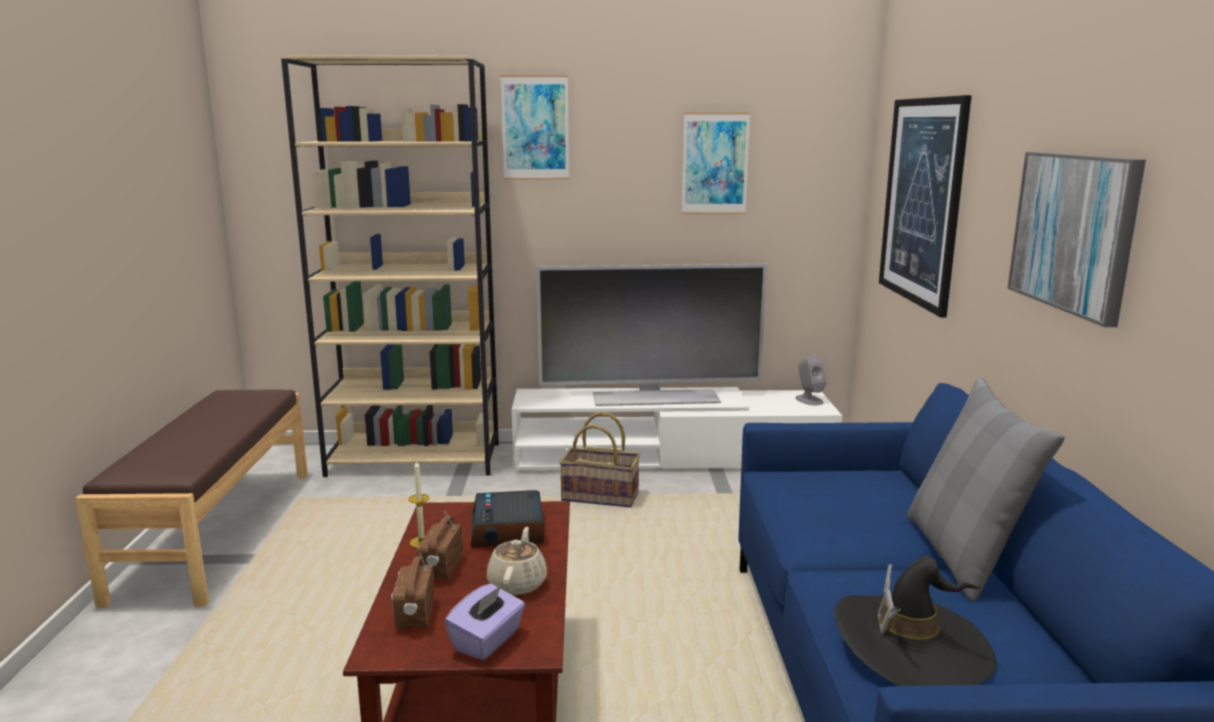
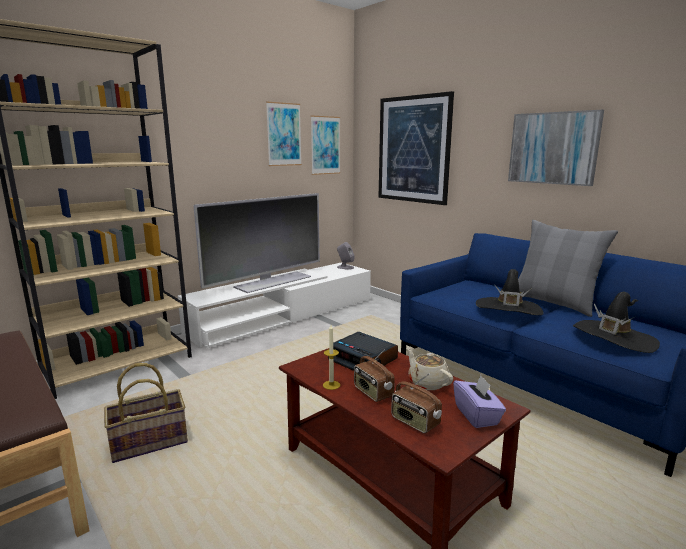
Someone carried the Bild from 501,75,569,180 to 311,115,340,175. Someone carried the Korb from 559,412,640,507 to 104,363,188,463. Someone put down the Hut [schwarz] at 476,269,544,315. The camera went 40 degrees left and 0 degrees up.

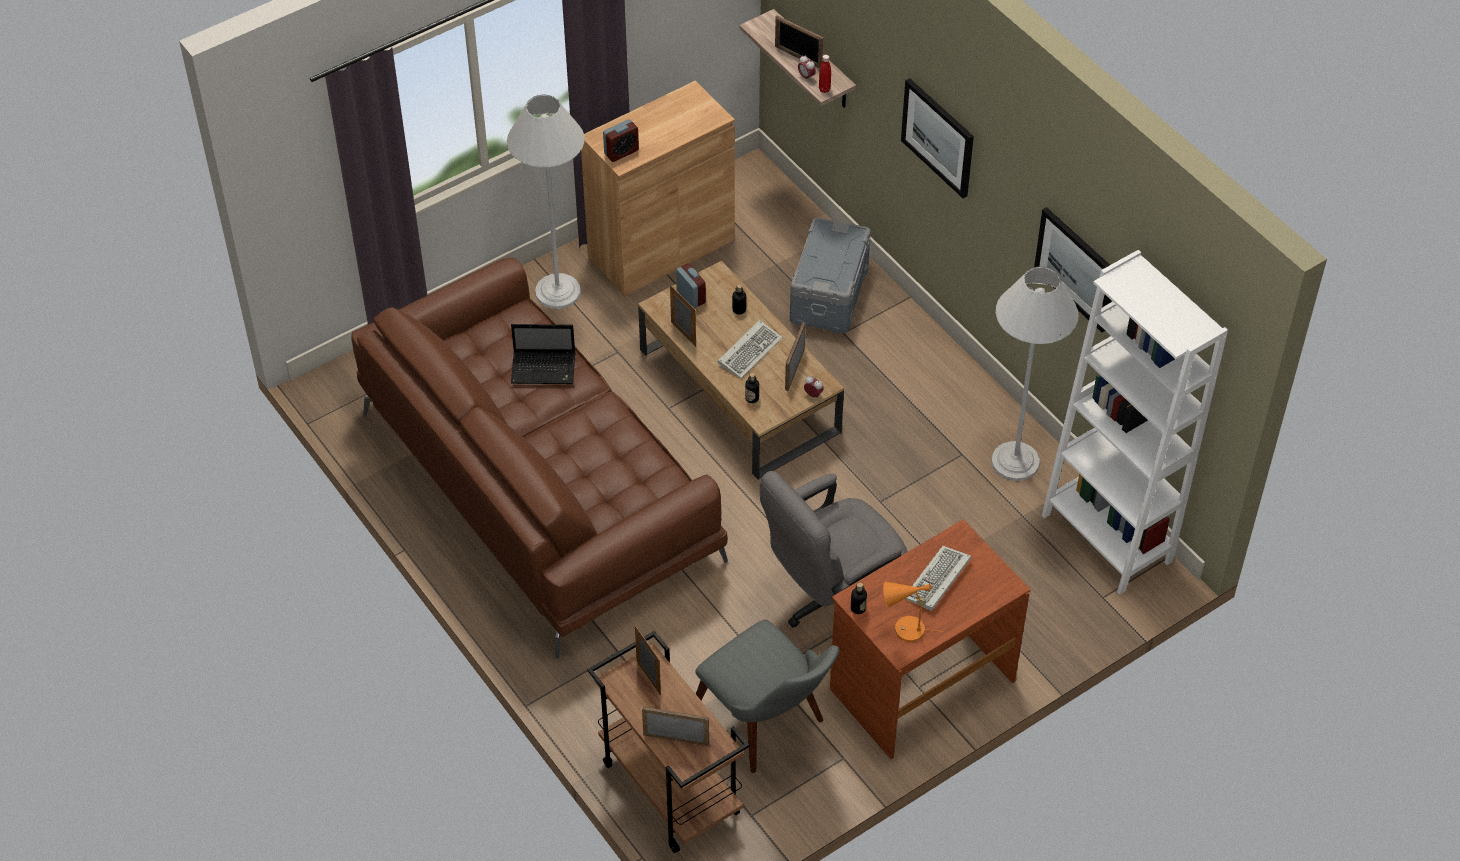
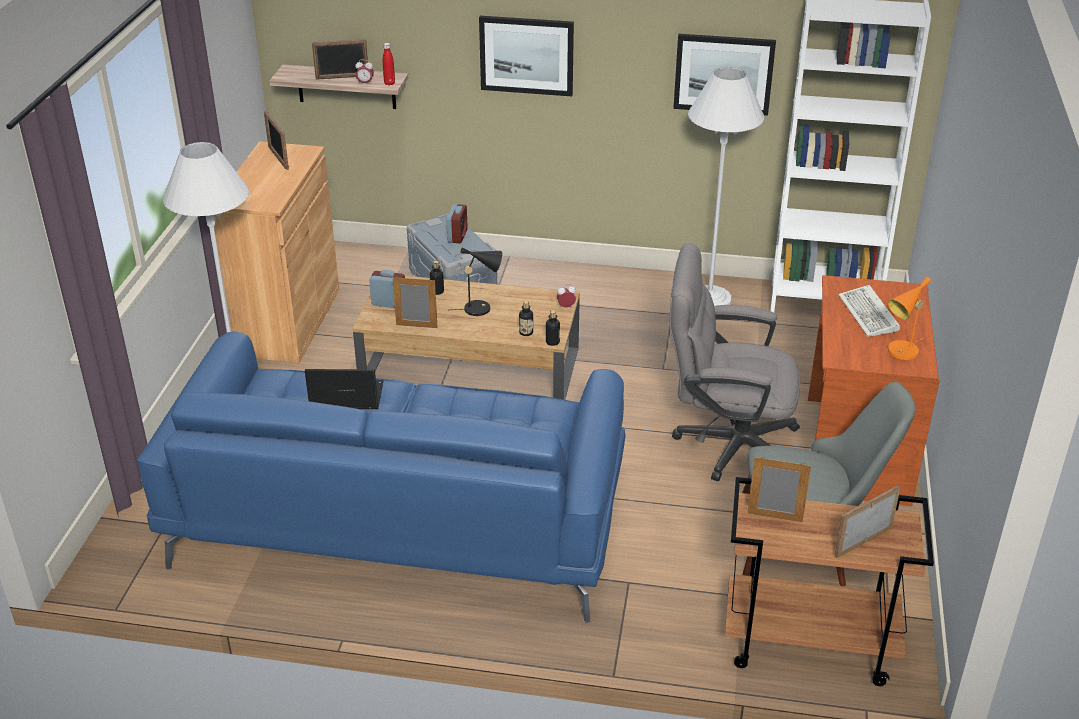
Someone repainted the Sofa [braun] at 351,258,728,659, which became the Sofa [blau] at 137,332,625,623. Someone rotated the Laptop at 511,324,575,384 by 135 degrees counterclockwise. Someone carried the Wecker from 603,119,639,162 to 446,204,468,244. Someone swapped the Tastatur at 718,320,783,379 for the Tischlampe [schwarz] at 452,247,502,316. Someone rotated the Bürostuhl [grau] at 760,471,908,628 by 90 degrees clockwise. Someone carried the Bilderrahmen from 785,322,806,391 to 264,111,289,170. Someone carried the Flasche from 851,582,867,614 to 546,310,560,346. The camera went 45 degrees left and 15 degrees down.

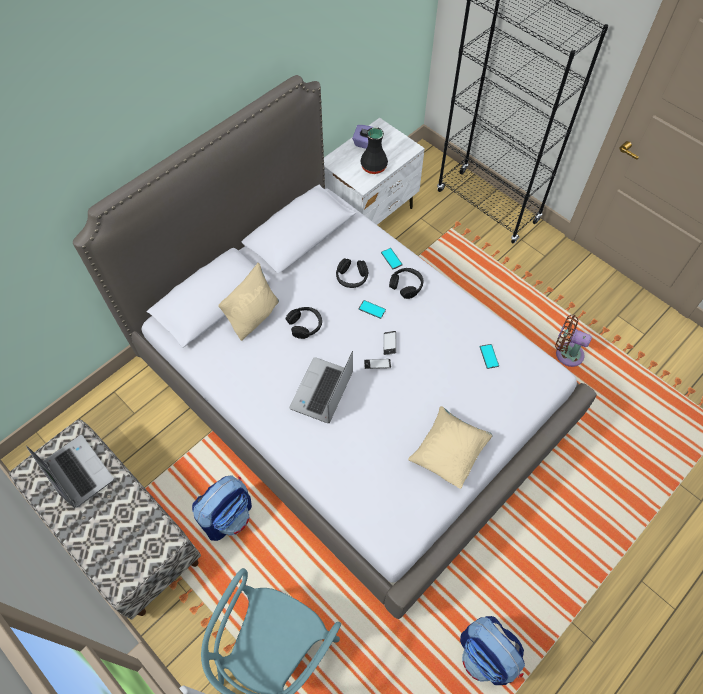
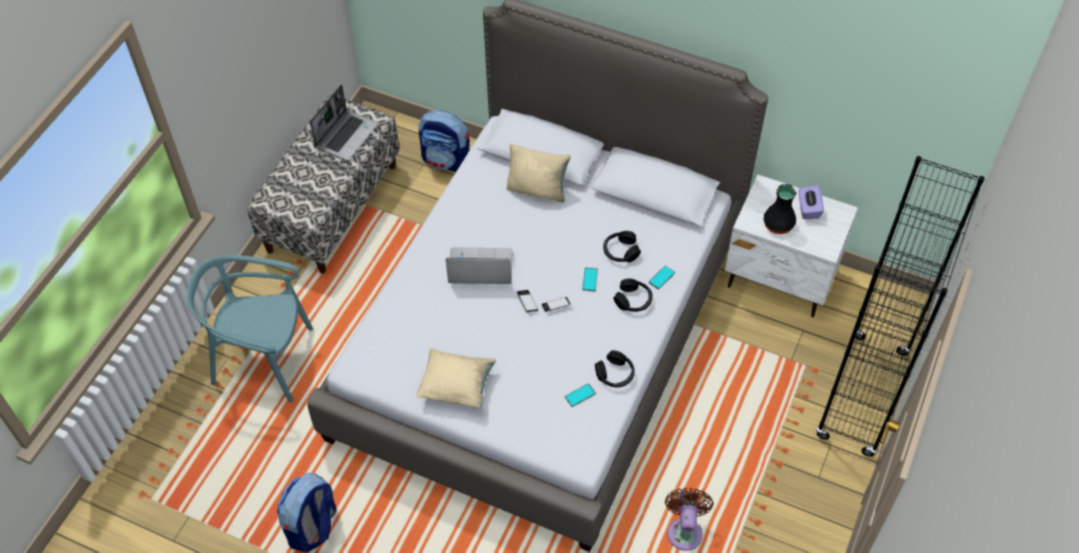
Someone carried the Rucksack from 192,475,252,541 to 419,110,470,172. Someone carried the Kopfhörer [schwarz] from 286,307,322,339 to 595,350,635,387. The camera went 70 degrees right and 5 degrees down.

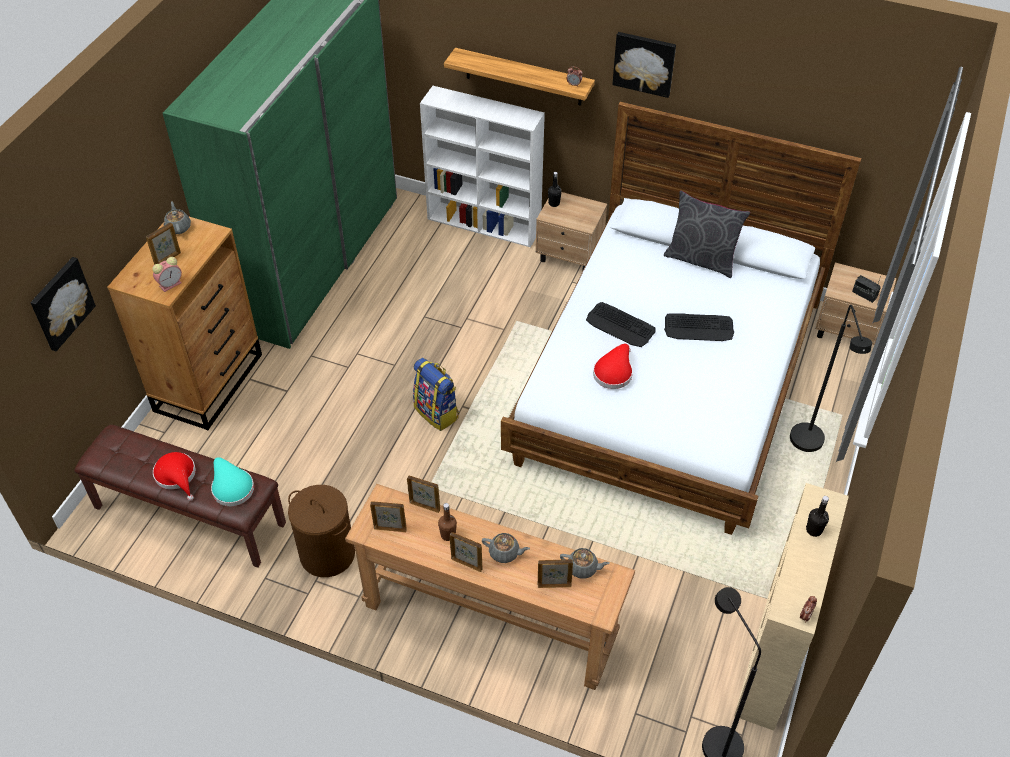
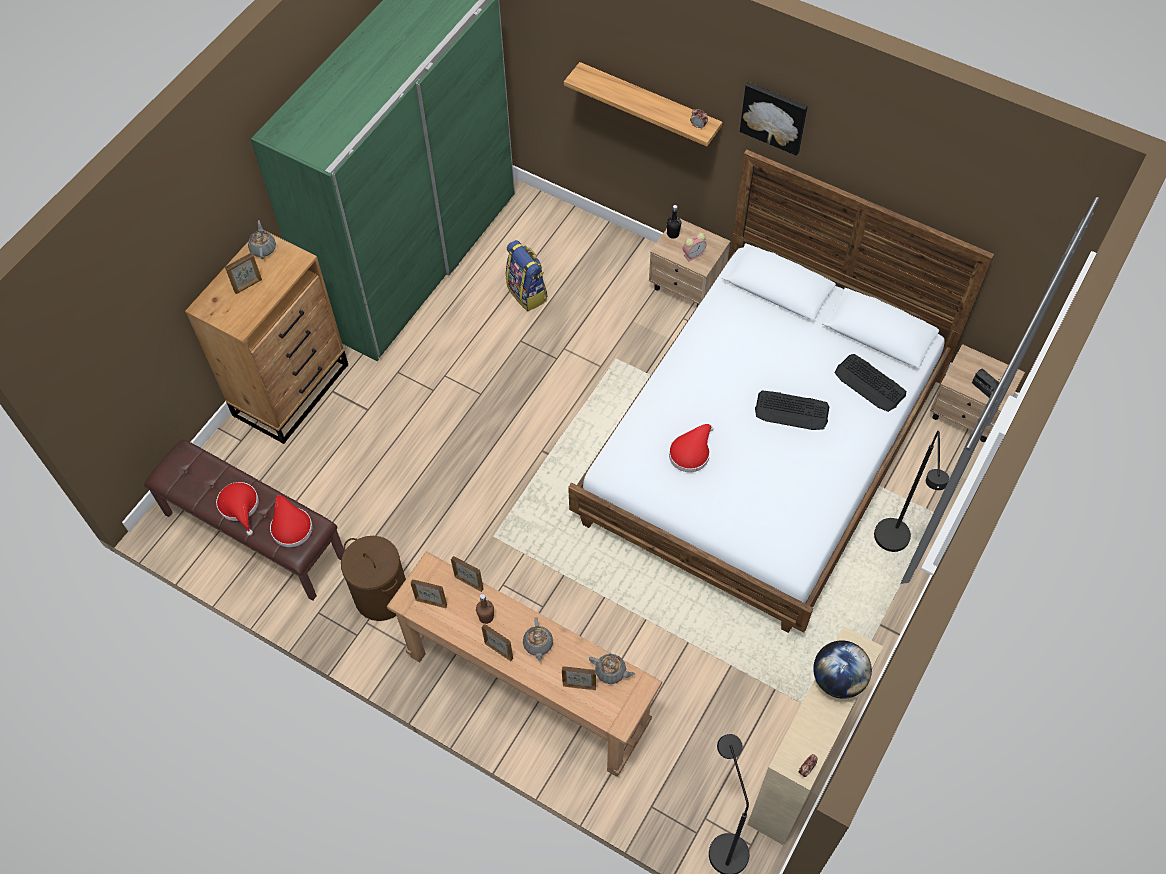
Someone took away the Bild at 30,257,96,351. Someone carried the Wecker from 153,257,182,292 to 683,232,707,261. Someone repainted the Hut [türkis] at 211,457,254,506, which became the Hut [rot] at 270,495,313,547. Someone carried the Rucksack from 413,358,459,431 to 506,240,547,311. Someone took away the Bücherregal [weiß] at 420,86,545,247. Someone rotated the Teekanne [grau] at 482,533,530,563 by 60 degrees clockwise. Someone carried the Tastatur from 586,302,656,347 to 835,354,906,412. Someone took away the Kissen [grau] at 664,190,750,278. Someone swapped the Flasche [schwarz] at 806,496,829,537 for the Globus at 813,640,872,699. The camera went 10 degrees right and 10 degrees up.

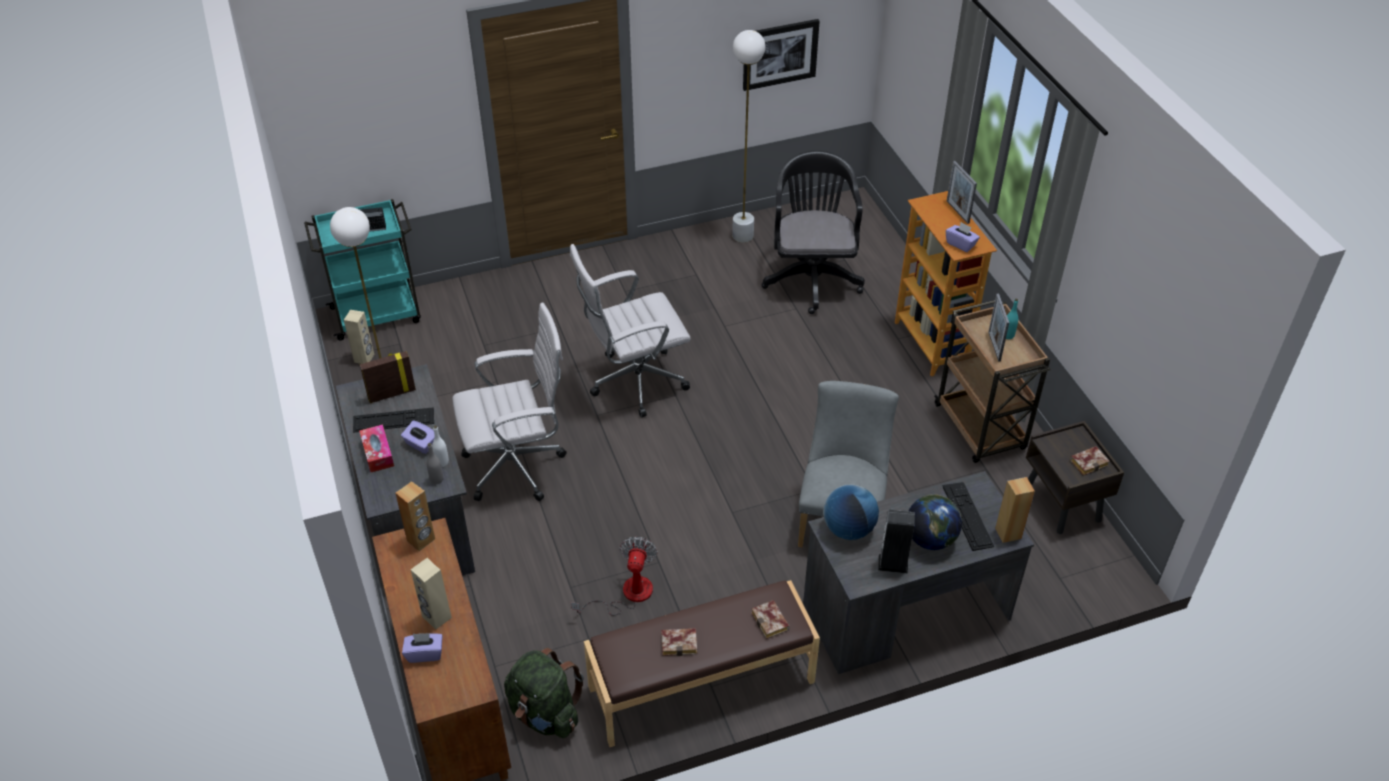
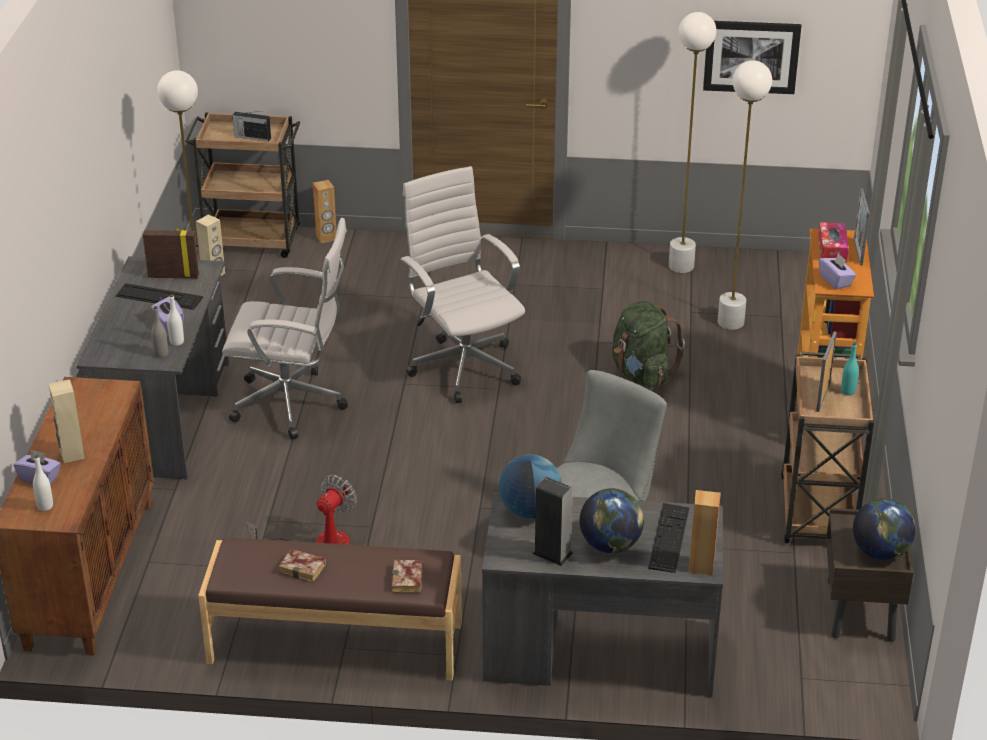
Someone repainted the Rollwagen [türkis] at 304,199,421,341, which became the Rollwagen [braun] at 185,112,300,258. Someone carried the Taschentuchbox from 359,425,394,472 to 818,222,849,262. Someone carried the Lautsprecher [braun] from 395,481,435,551 to 313,180,336,243. Someone carried the Rucksack [grün] from 504,648,584,738 to 612,301,685,388. Someone rotated the Bürostuhl [weiß] at 570,244,691,417 by 60 degrees clockwise. Someone swapped the Bürostuhl [schwarz] at 761,151,865,314 for the Stehlampe [weiß] at 718,60,772,330. Someone swapped the Buch at 1070,446,1110,476 for the Globus at 853,498,916,560. Someone put down the Flasche [weiß] at 33,455,53,511. The camera went 25 degrees right and 10 degrees down.

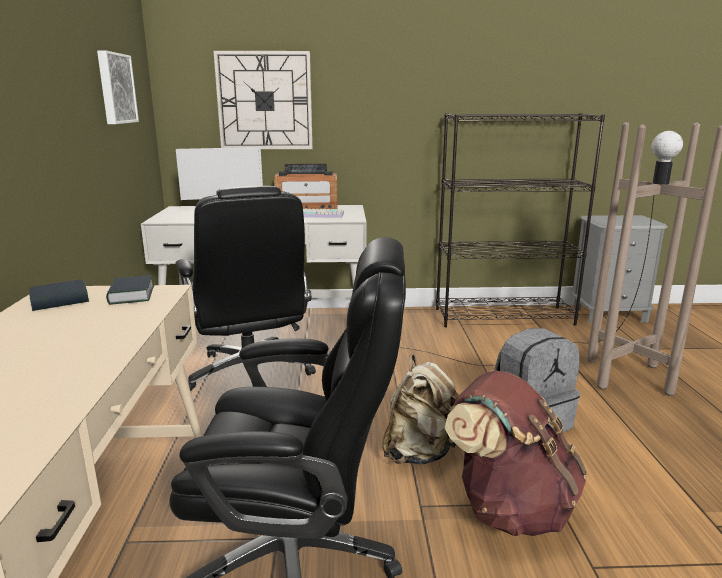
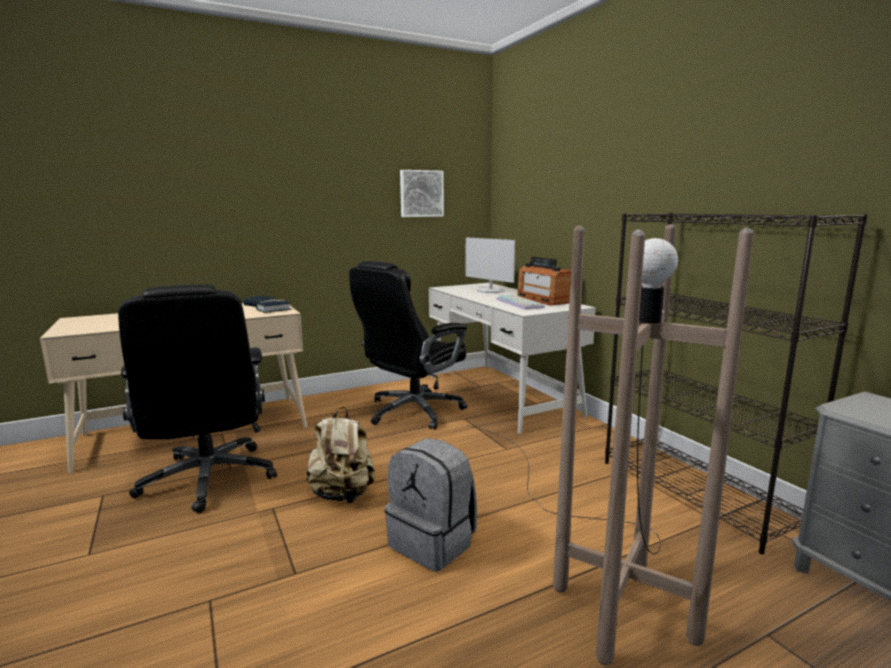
Someone took away the Wanduhr at 214,51,313,149. Someone took away the Rucksack [braun] at 445,370,587,536. The camera went 65 degrees right and 5 degrees down.

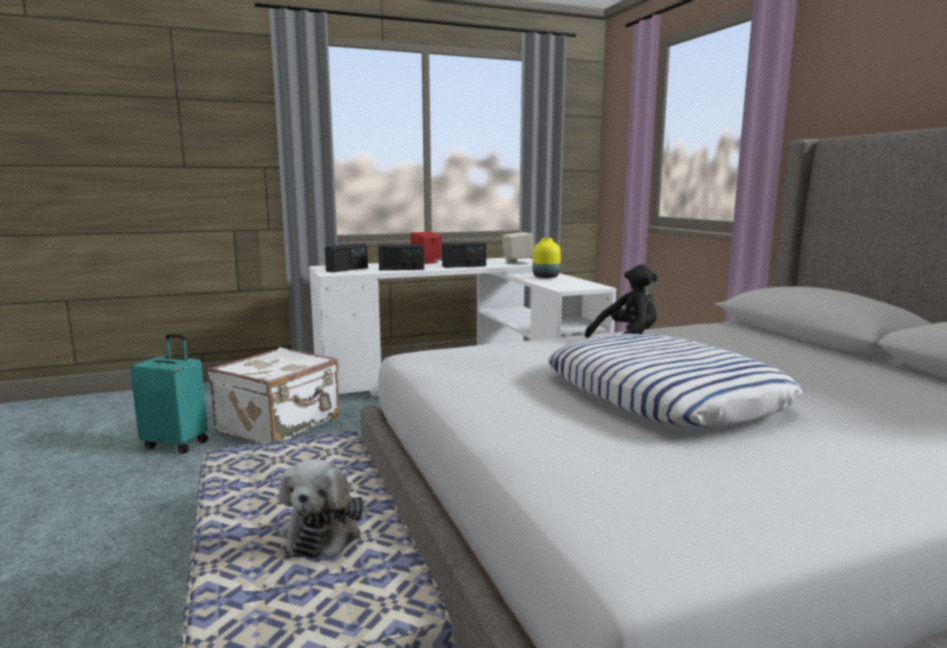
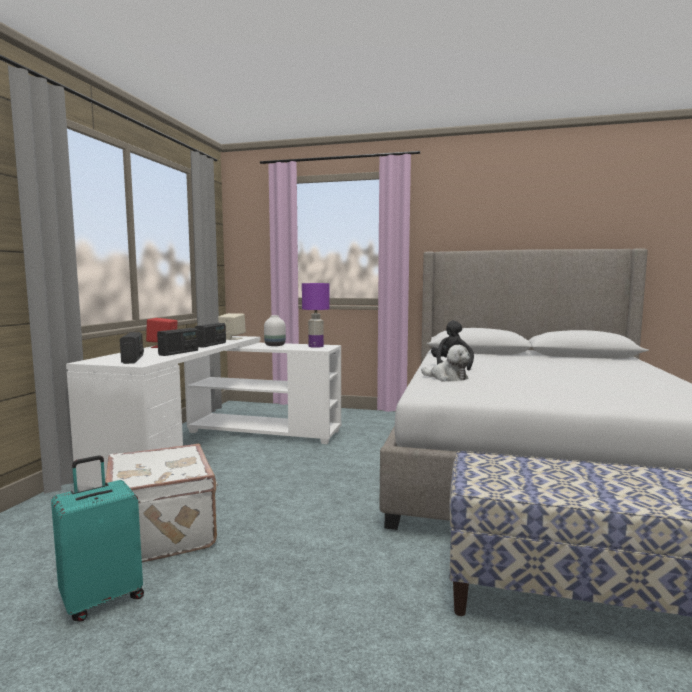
Someone carried the Plüschtier from 279,459,364,558 to 421,345,470,381. Someone repainted the Vase [gelb] at 533,238,561,278, which became the Vase [weiß] at 264,315,286,346. Someone took away the Kissen at 548,334,803,427. Someone put down the Tischlampe [lila] at 302,283,330,348. The camera went 55 degrees left and 5 degrees down.

